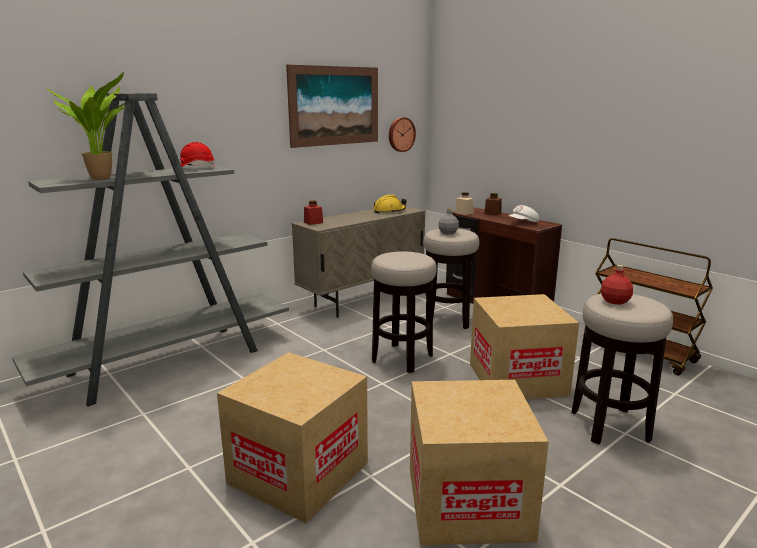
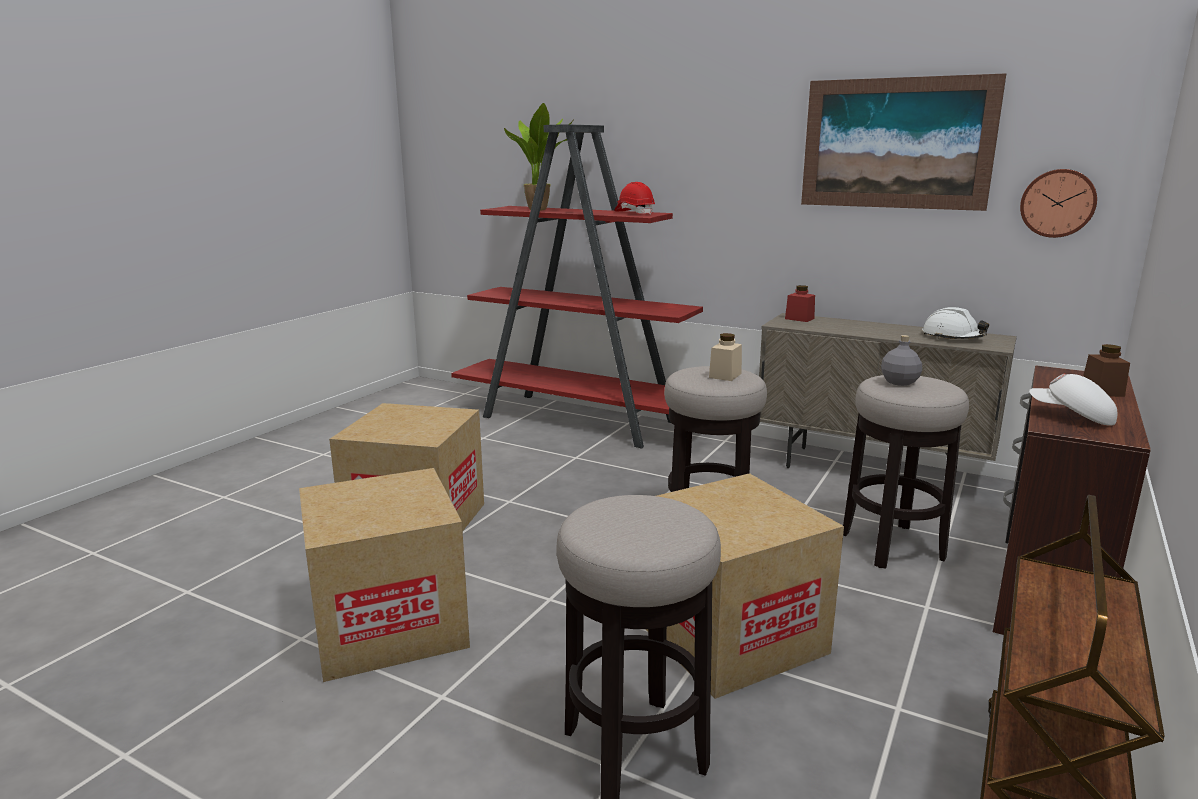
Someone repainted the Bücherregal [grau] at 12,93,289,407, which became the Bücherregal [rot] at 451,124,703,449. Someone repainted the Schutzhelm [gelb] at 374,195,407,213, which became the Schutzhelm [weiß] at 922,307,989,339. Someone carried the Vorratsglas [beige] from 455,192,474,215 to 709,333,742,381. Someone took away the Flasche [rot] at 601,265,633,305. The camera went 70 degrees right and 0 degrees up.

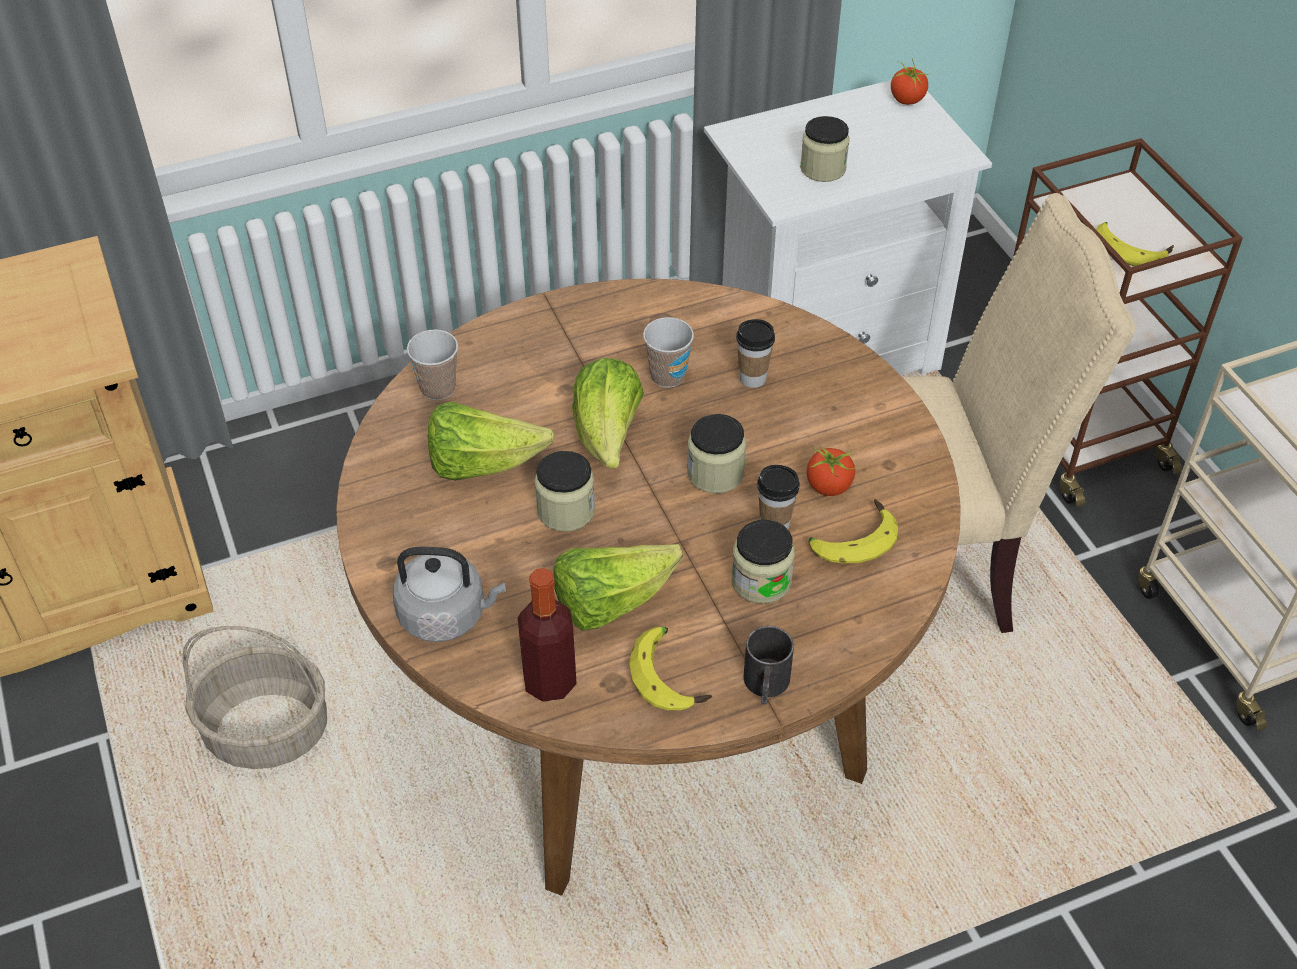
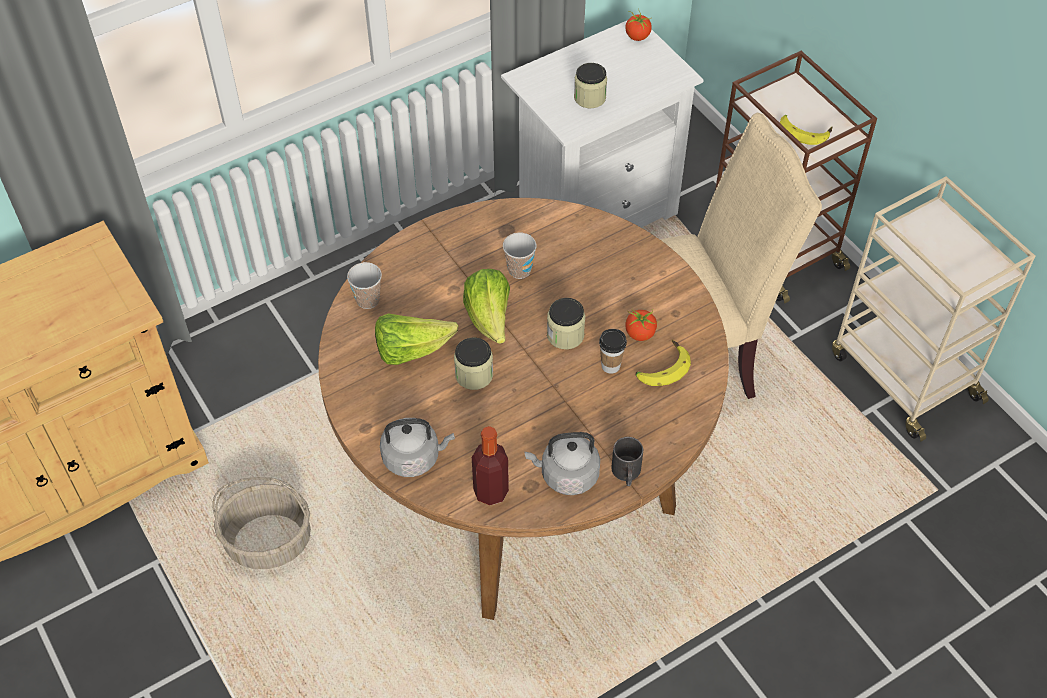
Someone took away the Salatkopf at 553,544,683,630. Someone swapped the Banane at 629,627,712,711 for the Wasserkessel [grau] at 525,432,600,495. Someone took away the Vorratsglas at 731,520,795,604. Someone took away the Tasse at 736,319,775,388. The camera went 10 degrees left and 5 degrees up.

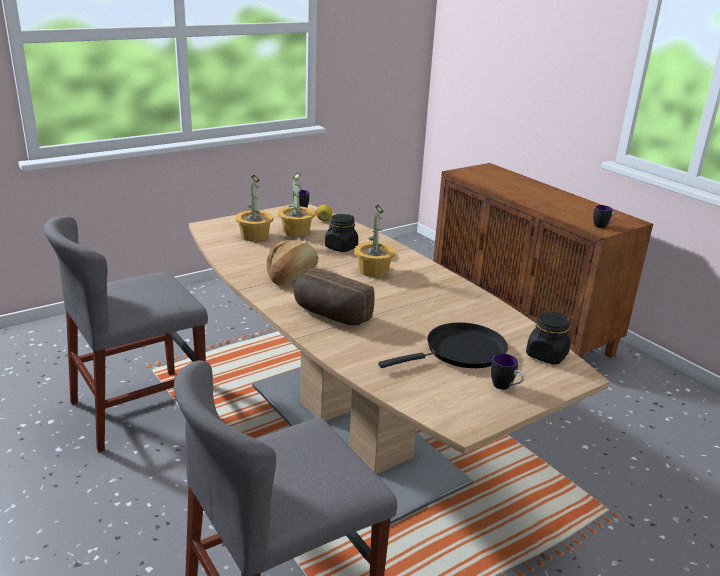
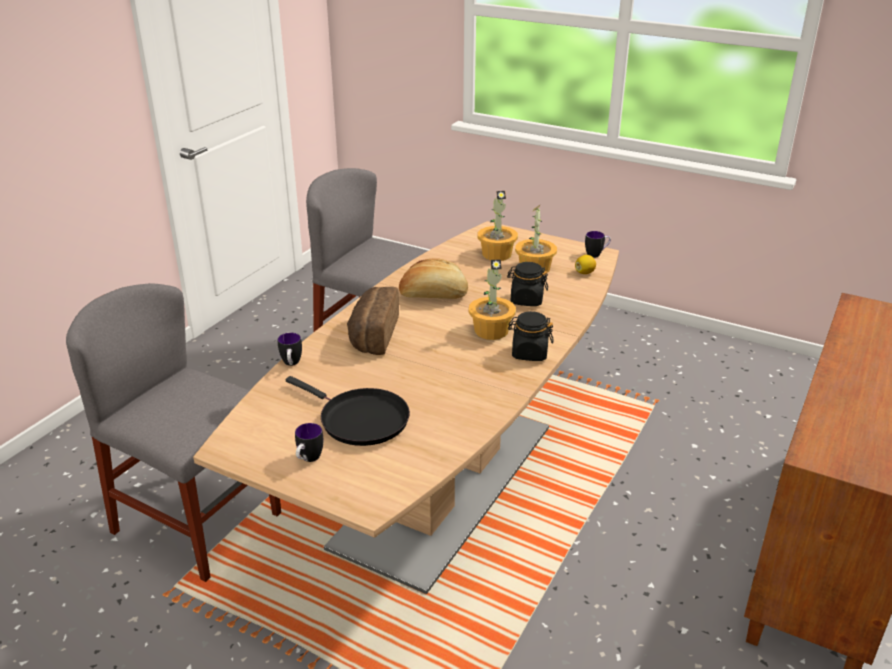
Someone carried the Vorratsglas [schwarz] from 526,312,571,365 to 508,311,554,361. Someone carried the Henkelbecher from 593,205,618,228 to 278,333,302,366. The camera went 65 degrees right and 5 degrees up.

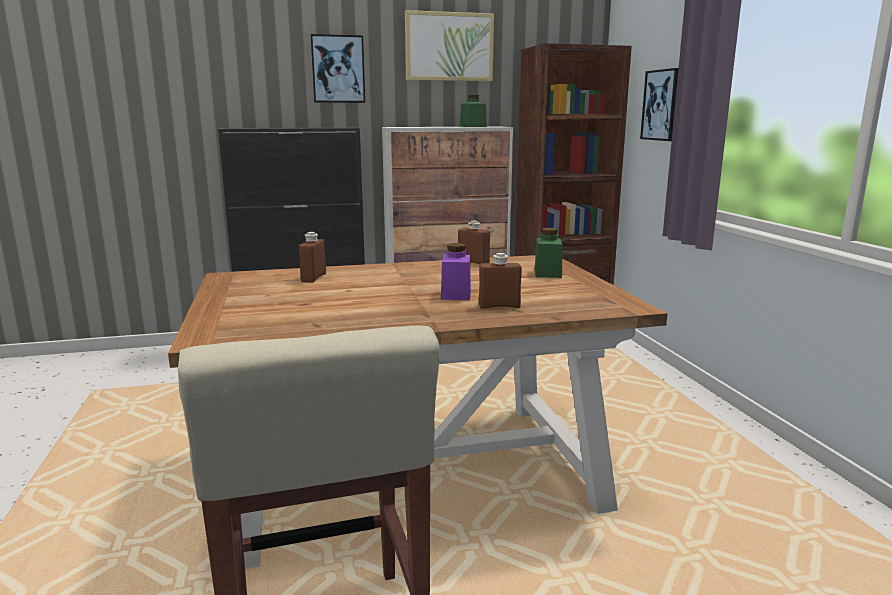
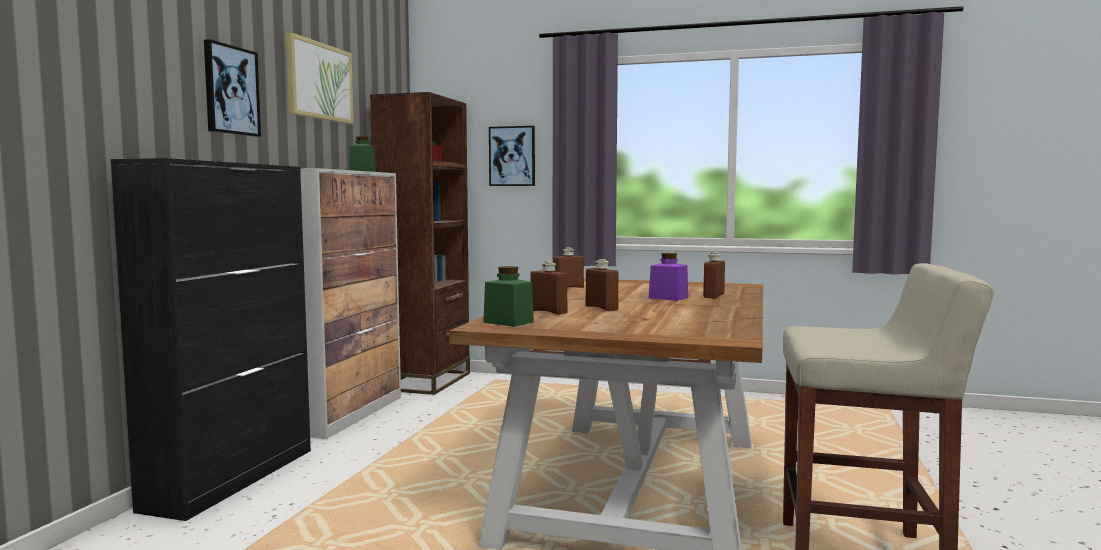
Someone carried the Vorratsglas [grün] from 535,228,563,278 to 483,266,534,327. Someone put down the Flasche [braun] at 585,259,619,311. The camera went 60 degrees left and 10 degrees down.

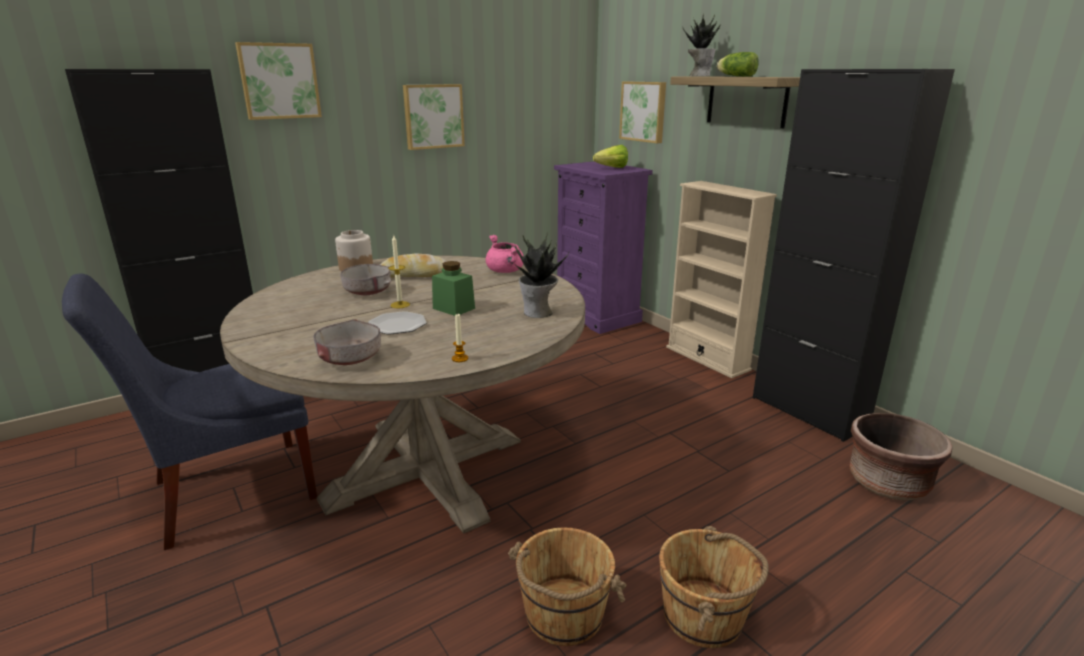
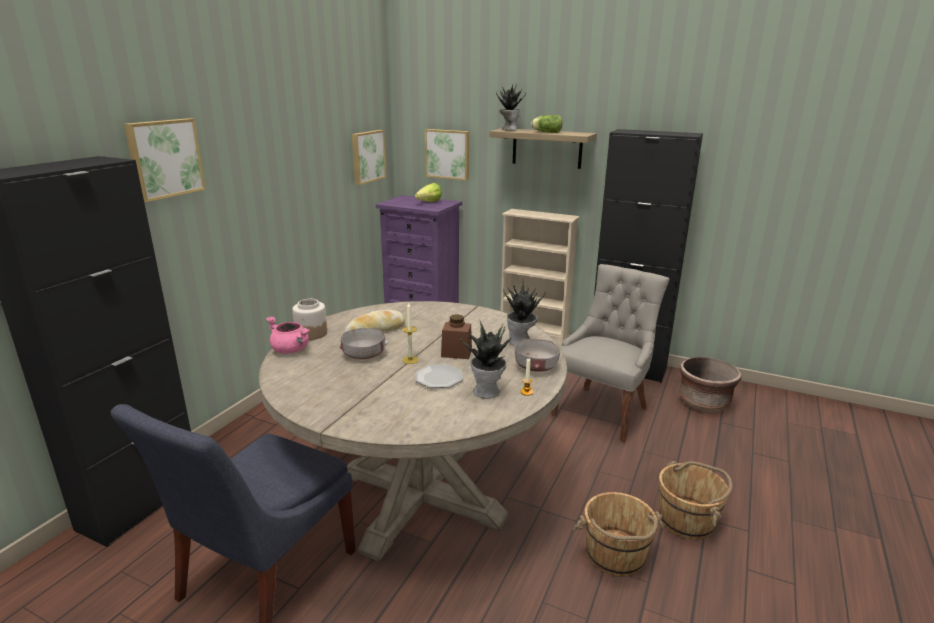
Someone carried the Schüssel [grau] from 313,319,381,365 to 515,339,560,372. Someone carried the Bild from 403,84,465,150 to 352,130,386,185. Someone repainted the Vorratsglas [grün] at 432,261,475,316, which became the Vorratsglas [braun] at 441,314,472,359. Someone carried the Kochtopf [rosa] from 486,235,524,273 to 266,317,310,354. Someone put down the Topfpflanze at 460,319,511,398. Someone put down the Stuhl [grau] at 551,264,669,442. The camera went 30 degrees left and 0 degrees up.

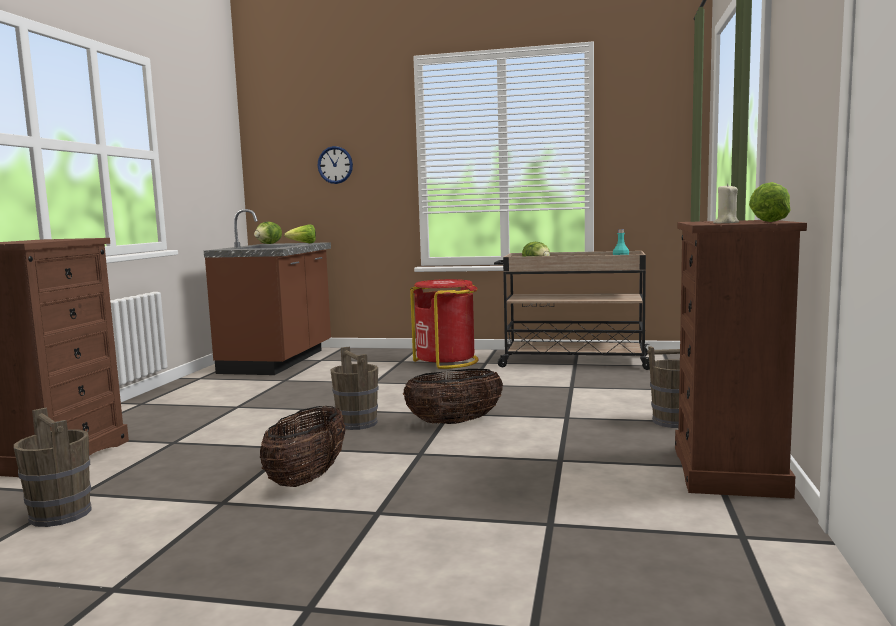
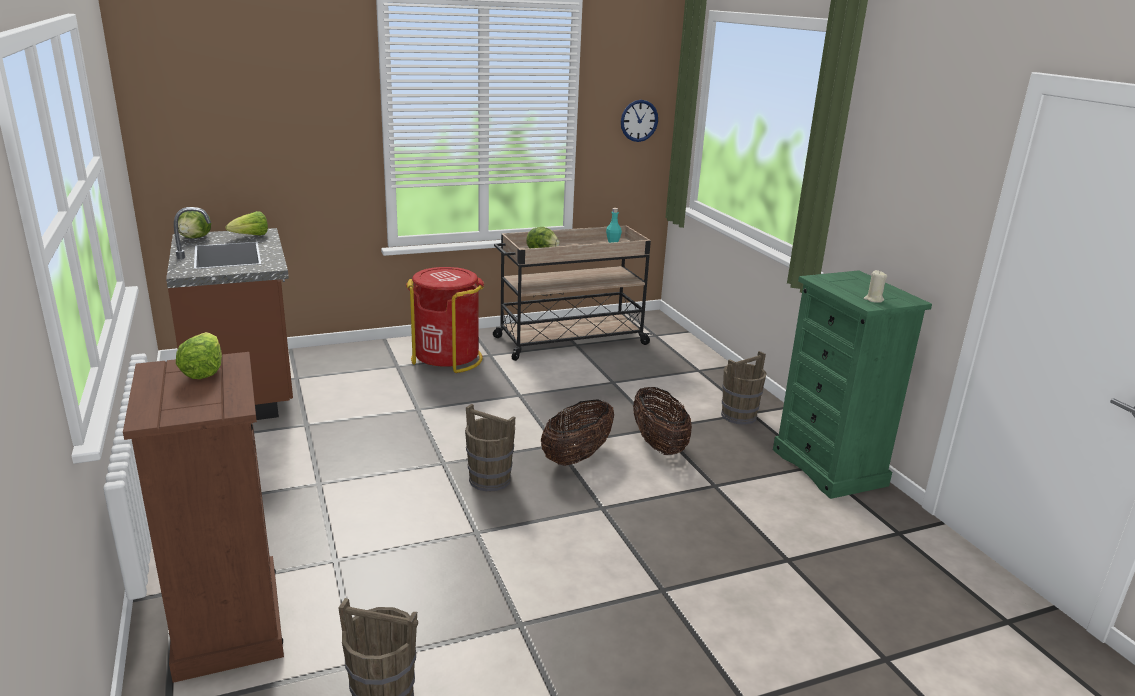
Someone carried the Korb from 260,406,346,487 to 633,387,692,455. Someone carried the Wanduhr from 318,146,353,184 to 621,100,658,142. Someone repainted the Kommode [braun] at 675,220,807,499, which became the Kommode [grün] at 773,270,932,499. Someone carried the Salatkopf from 749,182,791,222 to 176,332,222,379. The camera went 35 degrees left and 15 degrees up.

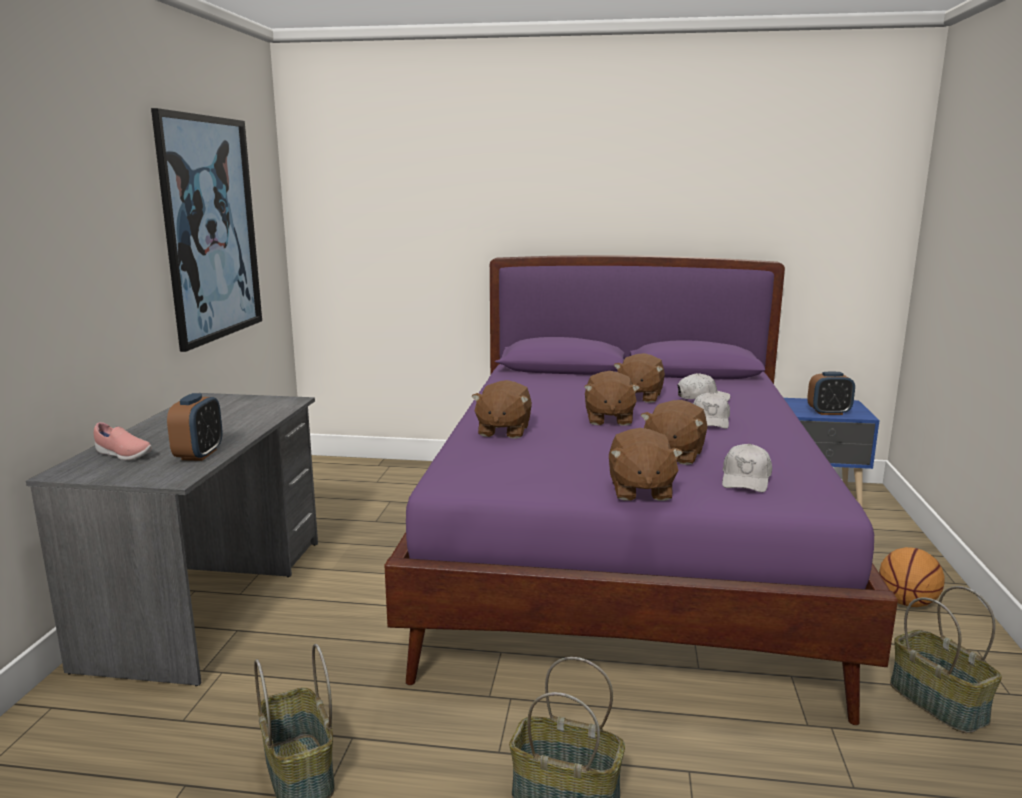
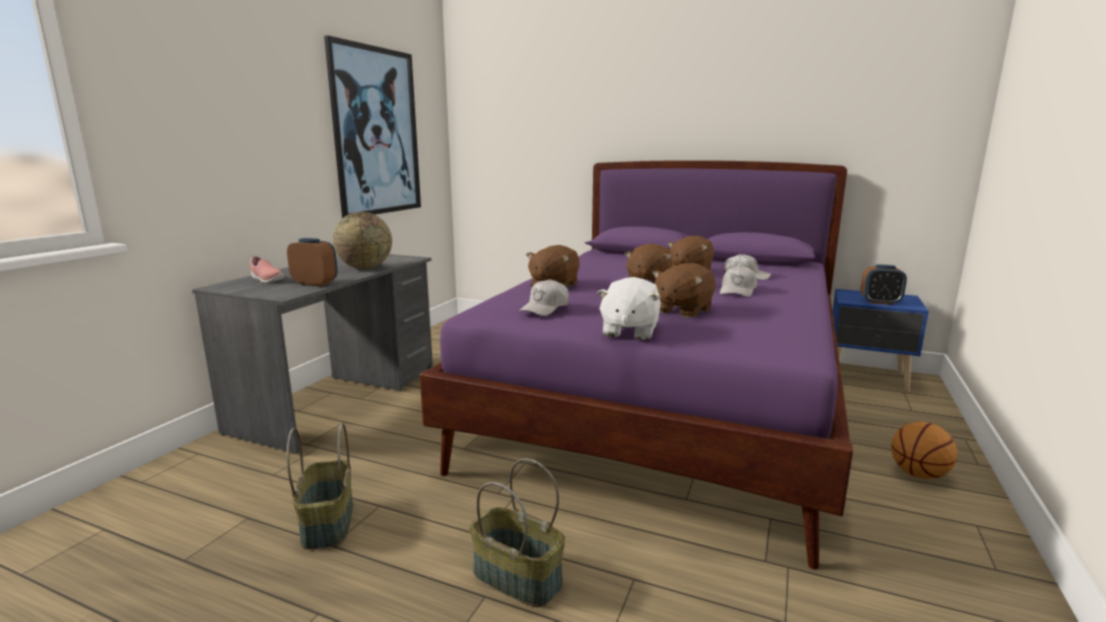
Someone rotated the Wecker at 167,393,222,461 by 90 degrees counterclockwise. Someone repainted the Plüschtier [braun] at 609,428,683,501, which became the Plüschtier [weiß] at 597,277,661,340. Someone carried the Kappe [weiß] from 722,444,772,492 to 519,279,569,316. Someone took away the Korb at 890,586,1002,733. Someone put down the Globus at 333,212,392,269. The camera went 15 degrees right and 0 degrees up.

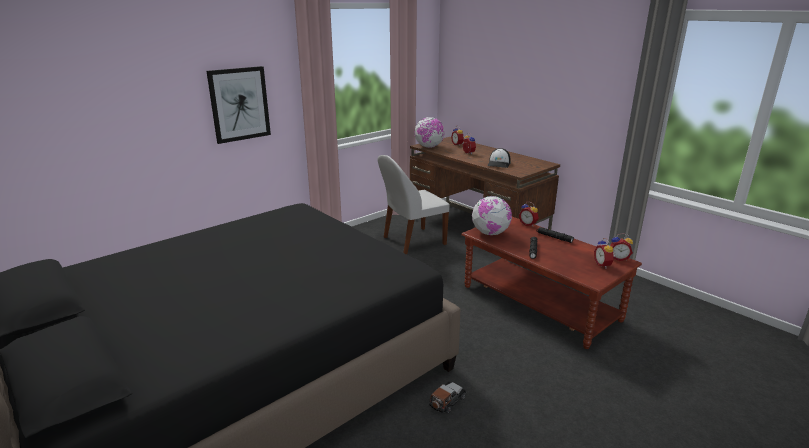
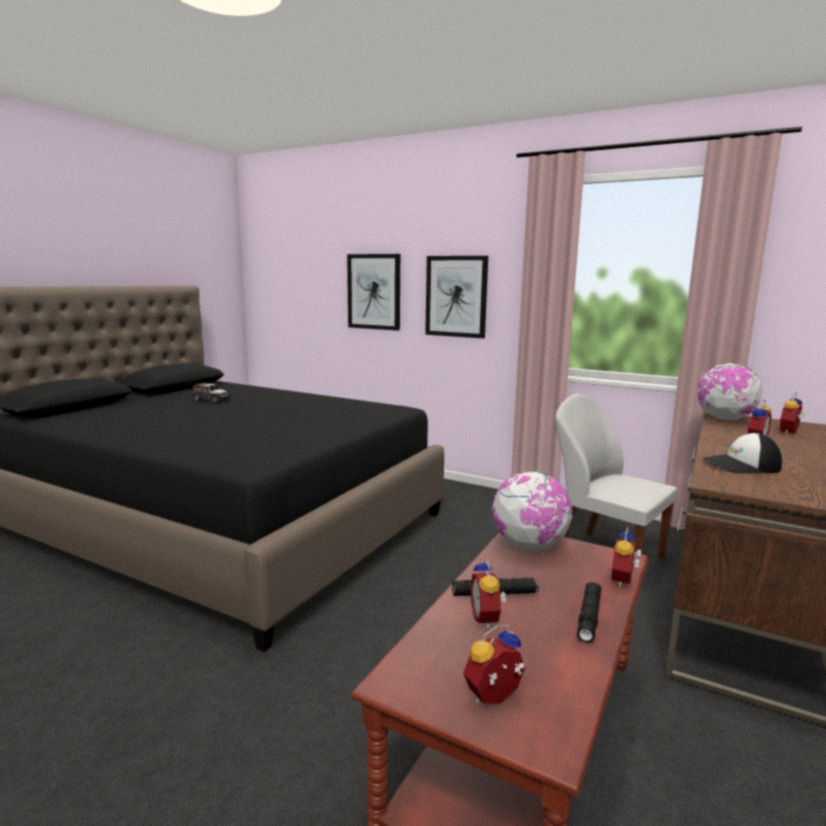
Someone carried the Spielzeugauto from 429,382,466,414 to 193,383,231,403. Someone carried the Wecker from 610,233,633,261 to 471,557,507,628. Someone put up the Bild at 347,254,400,331. The camera went 70 degrees right and 10 degrees down.

